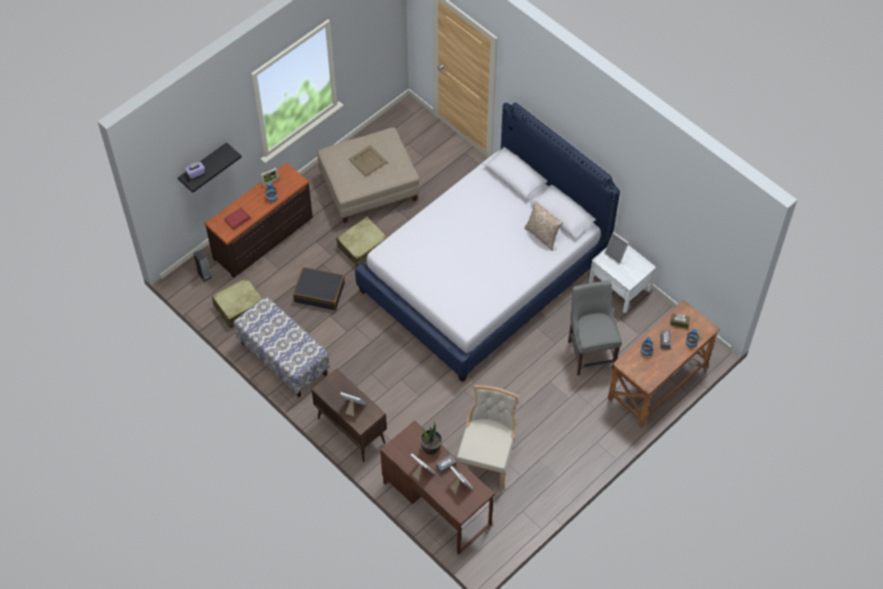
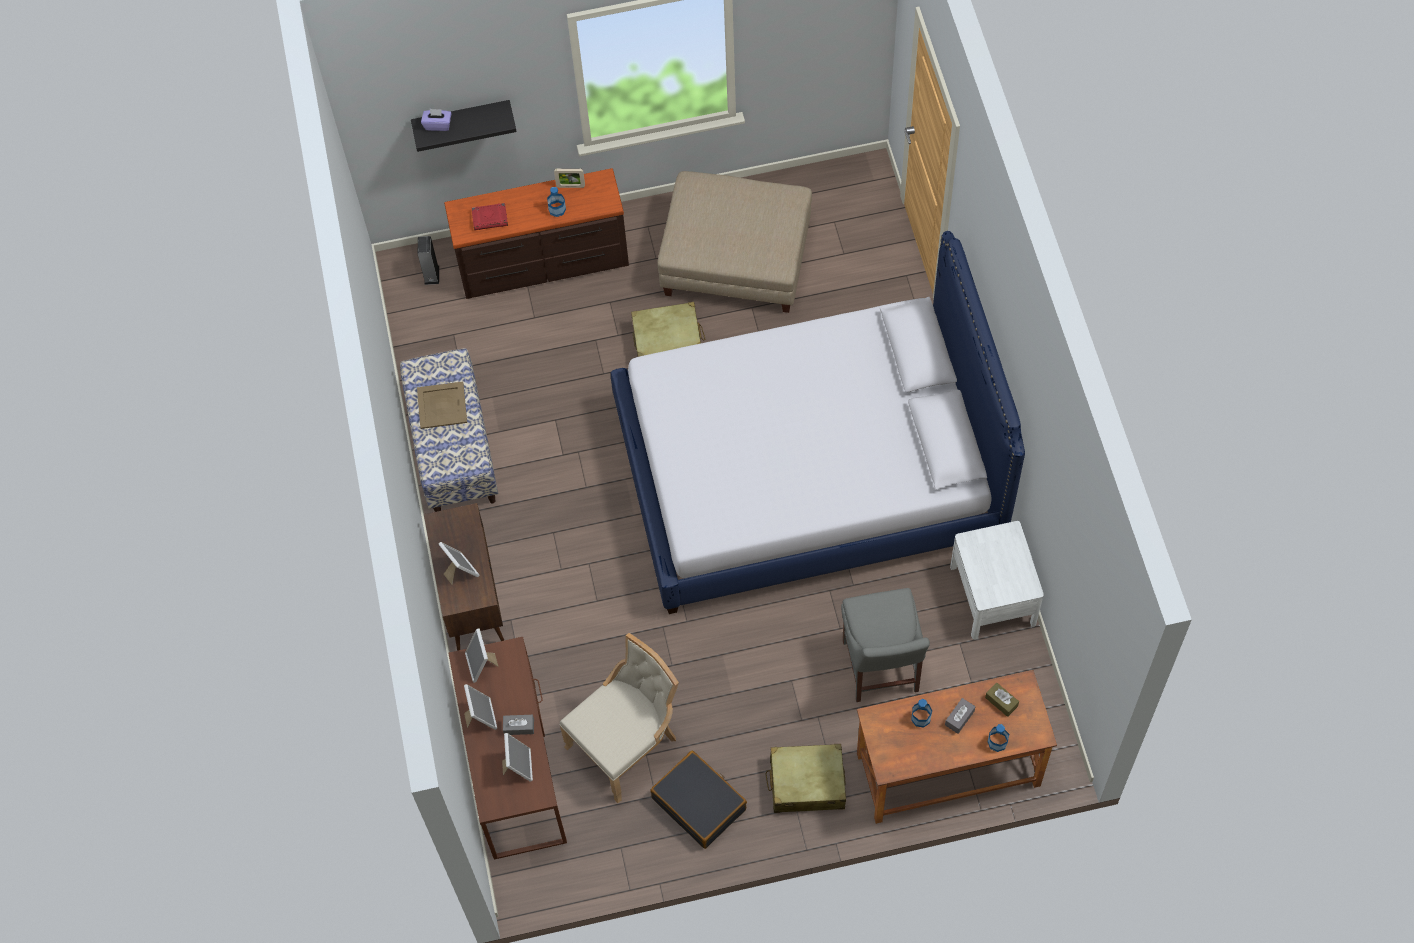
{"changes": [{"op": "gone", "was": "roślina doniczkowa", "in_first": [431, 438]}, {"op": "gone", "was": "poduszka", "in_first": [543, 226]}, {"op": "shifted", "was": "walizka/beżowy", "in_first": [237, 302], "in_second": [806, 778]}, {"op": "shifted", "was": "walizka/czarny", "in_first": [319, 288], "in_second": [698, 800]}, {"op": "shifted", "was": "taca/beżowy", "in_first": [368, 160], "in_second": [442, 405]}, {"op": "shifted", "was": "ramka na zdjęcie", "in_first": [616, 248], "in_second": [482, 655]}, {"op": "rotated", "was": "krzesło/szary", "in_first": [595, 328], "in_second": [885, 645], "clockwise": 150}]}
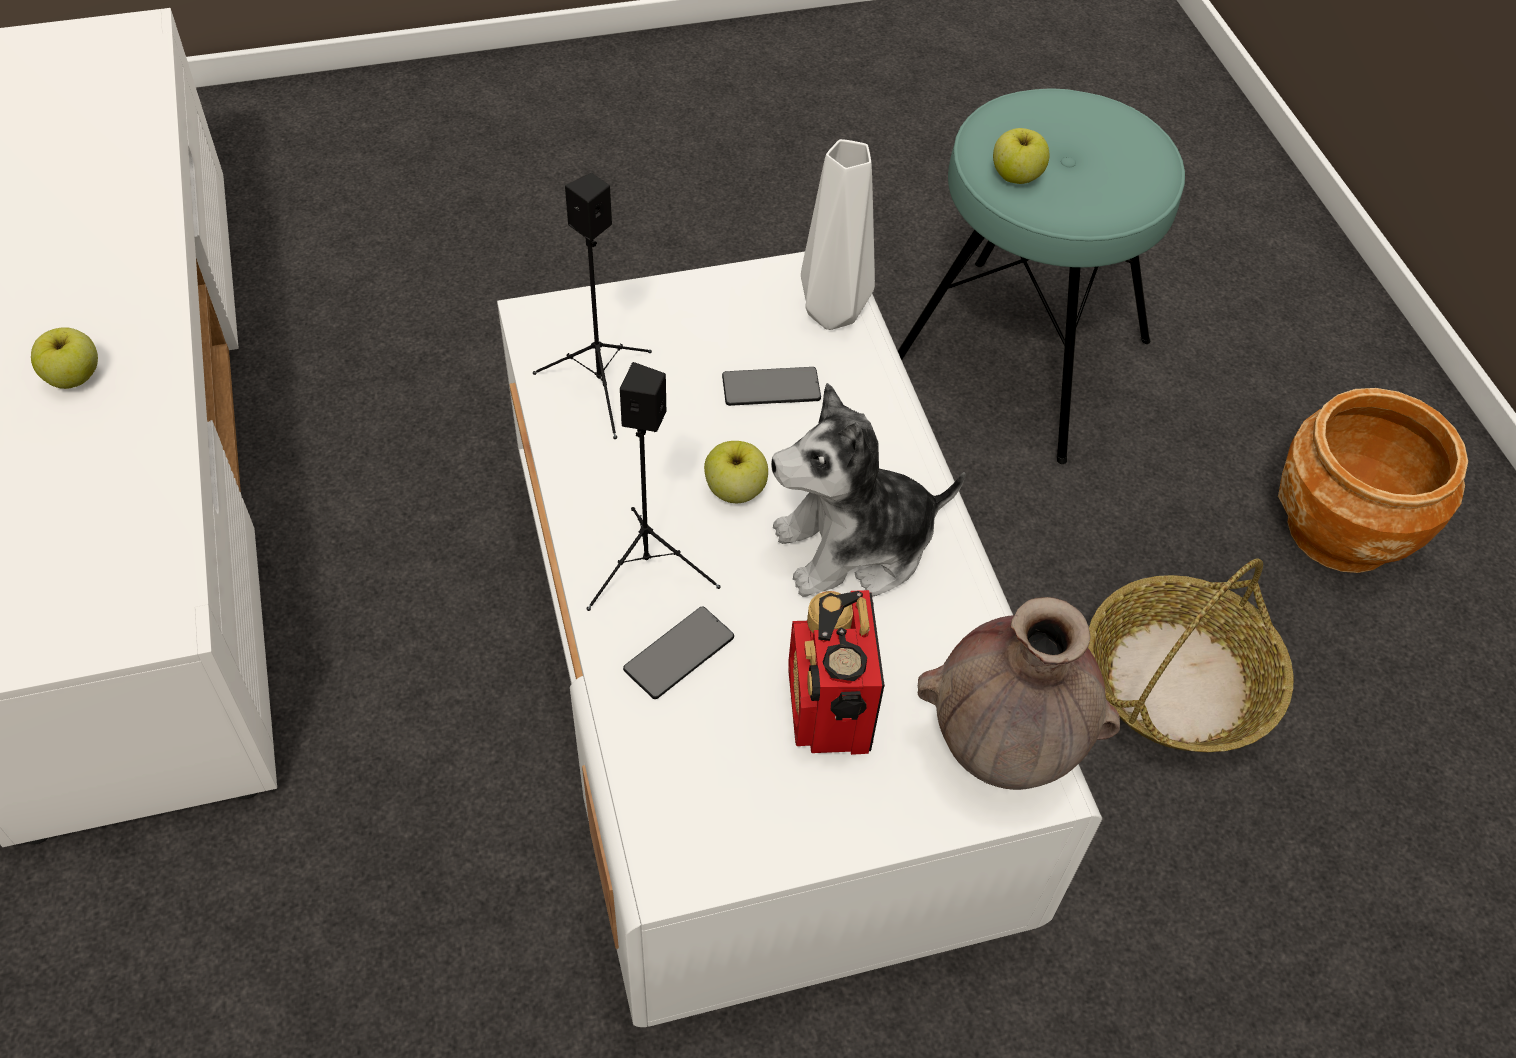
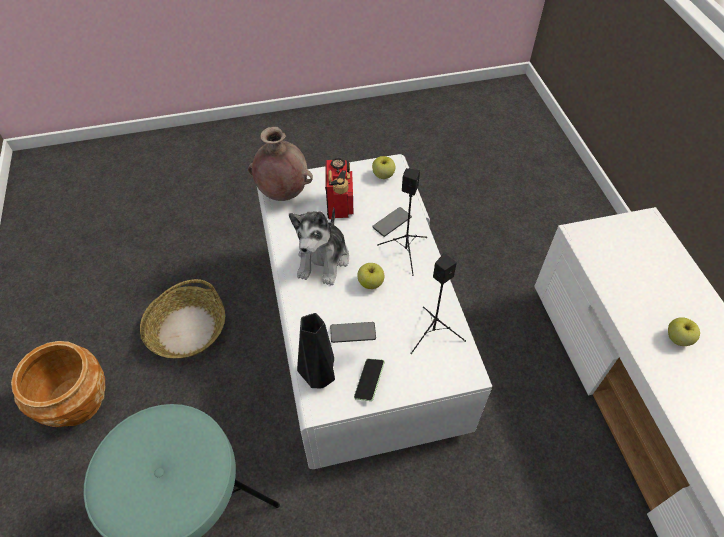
{"changes": [{"op": "new", "now": "telefon", "in_second": [369, 380]}, {"op": "shifted", "was": "jabłko", "in_first": [1021, 156], "in_second": [383, 167]}, {"op": "repainted", "was": "wazon/biały", "now": "wazon/czarny", "in_first": [838, 234], "in_second": [316, 350]}, {"op": "rotated", "was": "pluszak", "in_first": [868, 490], "in_second": [319, 246], "clockwise": 120}]}
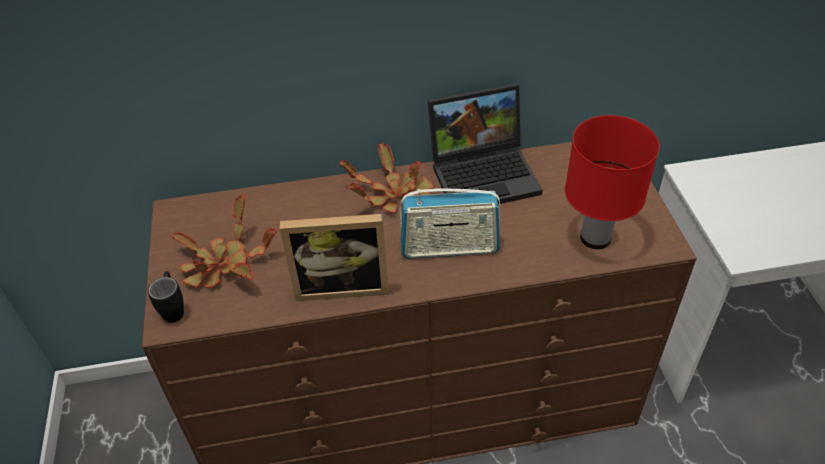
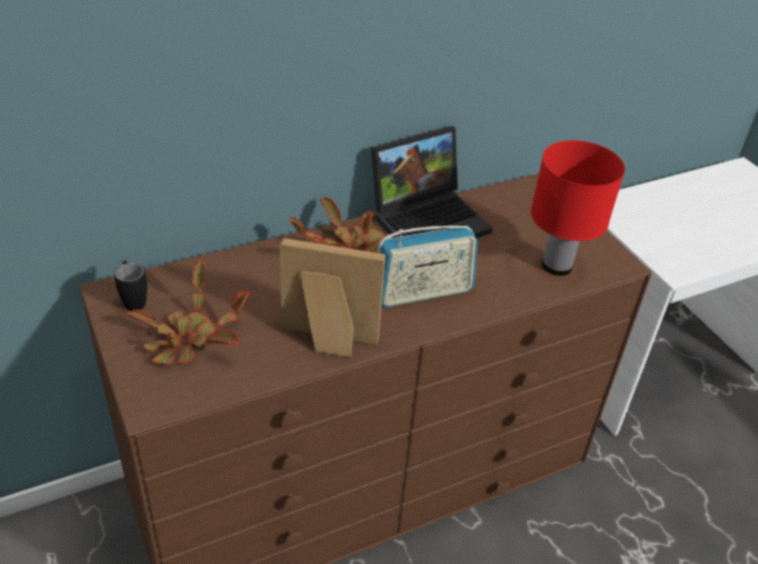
{"changes": [{"op": "shifted", "was": "kubek/czarny", "in_first": [166, 297], "in_second": [130, 285]}, {"op": "rotated", "was": "ramka na zdjęcie", "in_first": [334, 257], "in_second": [333, 297], "clockwise": -150}]}
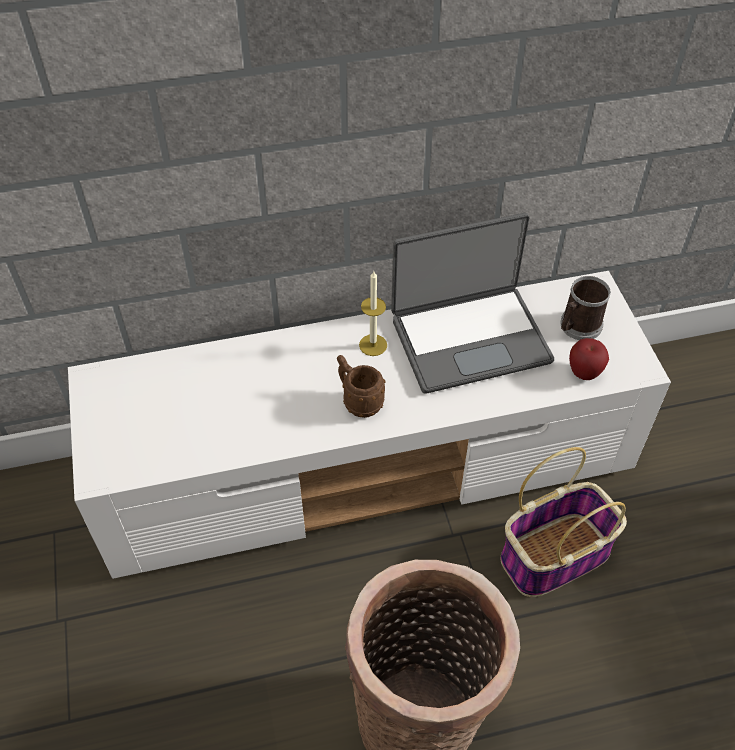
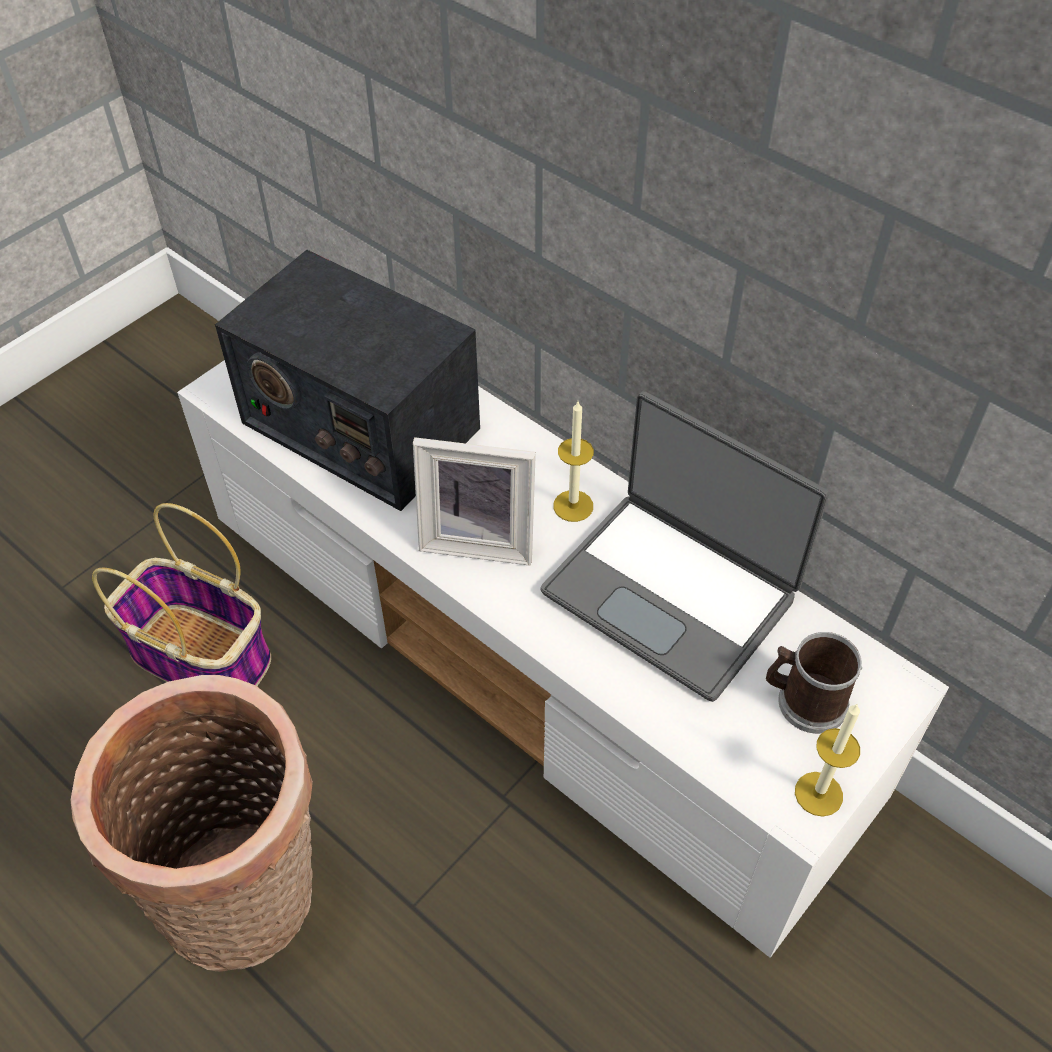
{"changes": [{"op": "gone", "was": "jabłko", "in_first": [589, 359]}, {"op": "new", "now": "radio", "in_second": [347, 380]}, {"op": "new", "now": "świeca", "in_second": [827, 760]}, {"op": "shifted", "was": "koszyk", "in_first": [563, 522], "in_second": [181, 594]}, {"op": "swapped", "was": "kubek/brązowy", "now": "ramka na zdjęcie", "in_first": [361, 386], "in_second": [474, 501]}]}
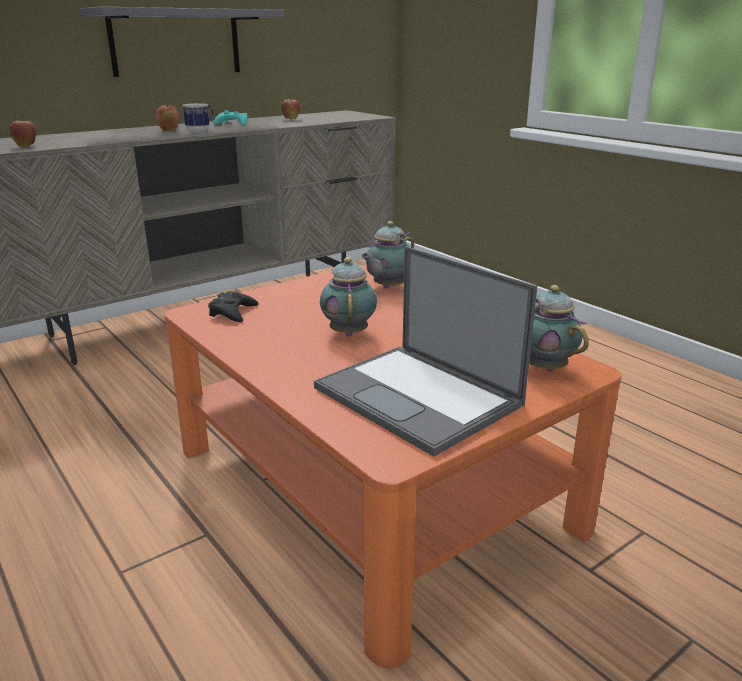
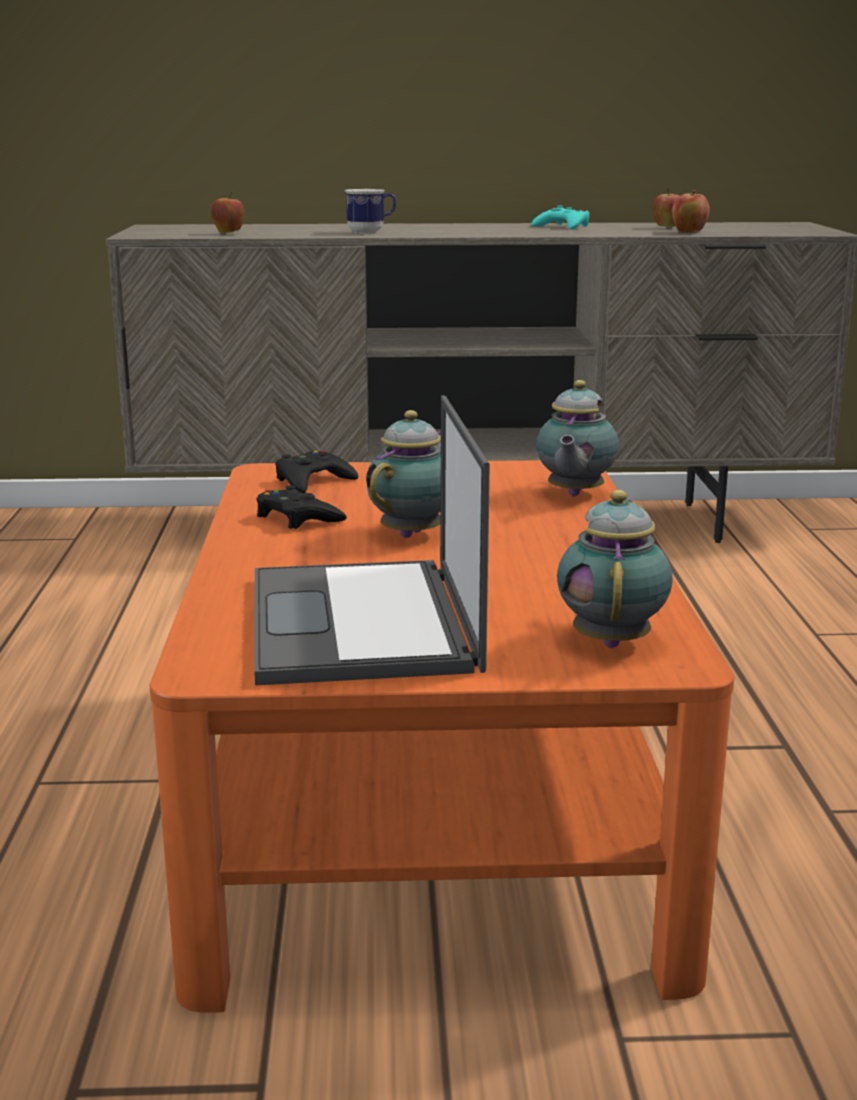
{"changes": [{"op": "gone", "was": "półka/szary", "in_first": [181, 42]}, {"op": "new", "now": "pad do gier/czarny", "in_second": [302, 507]}, {"op": "shifted", "was": "jabłko", "in_first": [168, 117], "in_second": [691, 211]}, {"op": "shifted", "was": "kubek", "in_first": [198, 118], "in_second": [370, 211]}, {"op": "rotated", "was": "imbryk", "in_first": [387, 255], "in_second": [577, 438], "clockwise": -60}]}
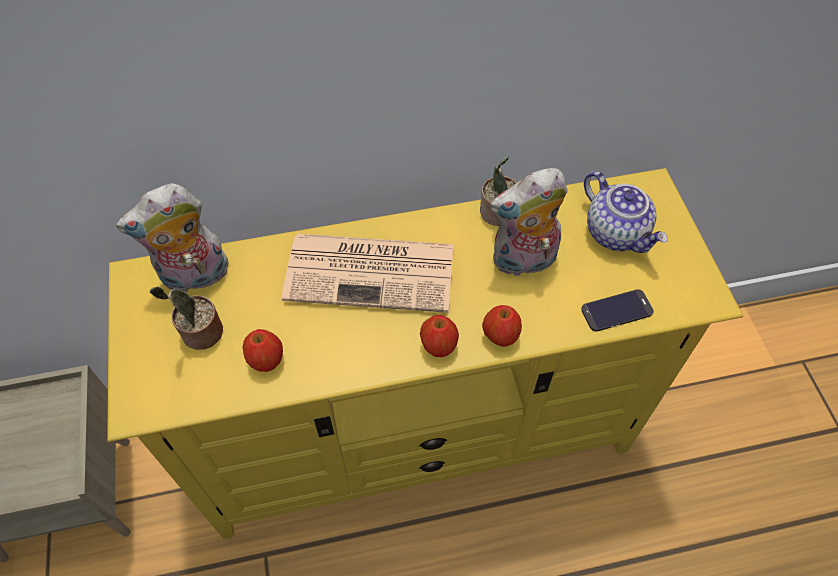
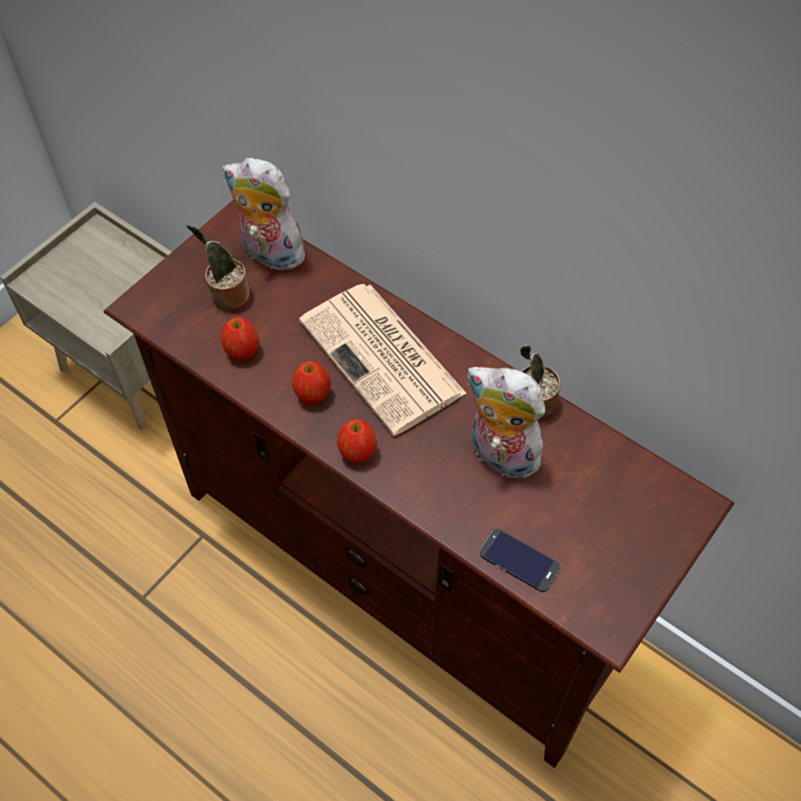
{"changes": [{"op": "gone", "was": "imbryk", "in_first": [626, 212]}, {"op": "shifted", "was": "jabłko", "in_first": [502, 325], "in_second": [311, 382]}, {"op": "repainted", "was": "szafka pod telewizor/żółty", "now": "szafka pod telewizor/brązowy", "in_first": [425, 353], "in_second": [418, 483]}]}
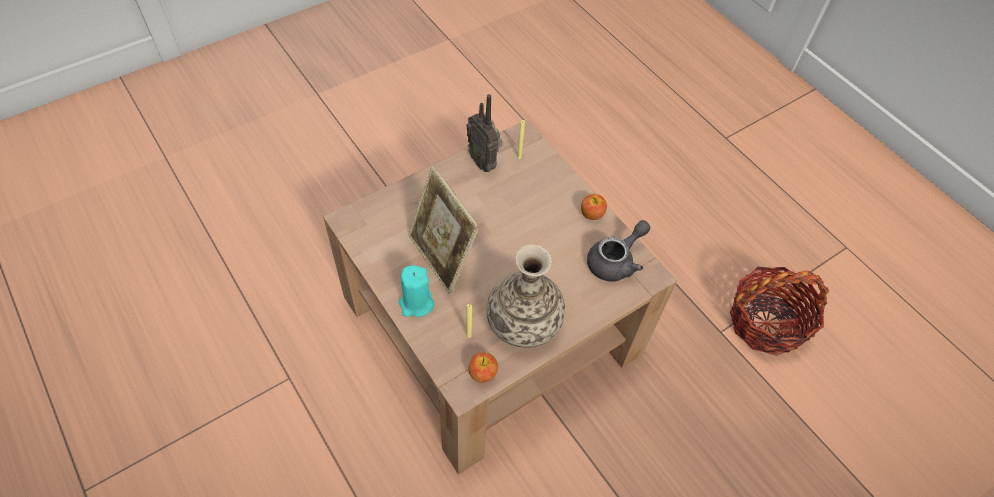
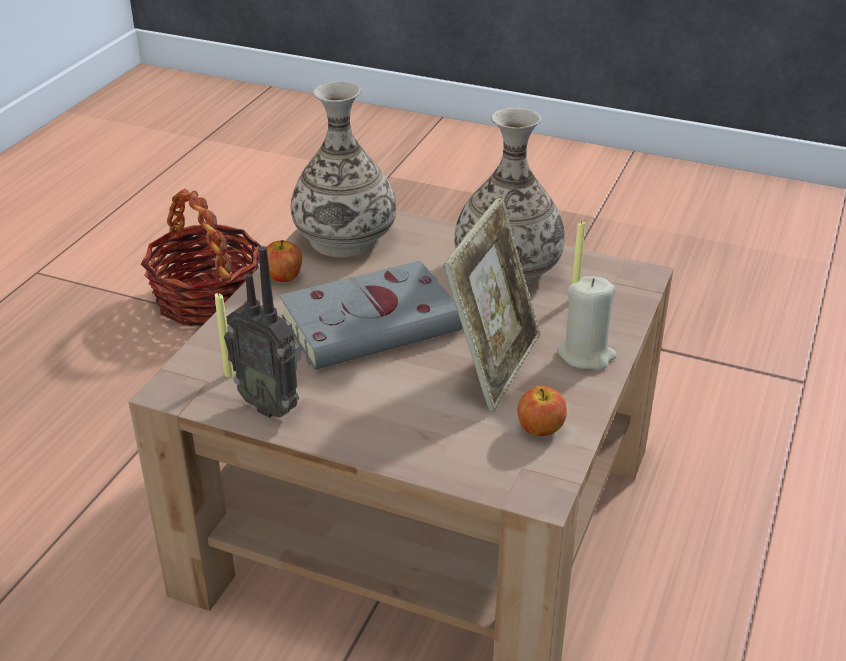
{"changes": [{"op": "new", "now": "książka/szary", "in_second": [371, 315]}, {"op": "shifted", "was": "jabłko", "in_first": [483, 368], "in_second": [542, 411]}, {"op": "swapped", "was": "imbryk/szary", "now": "wazon", "in_first": [618, 250], "in_second": [344, 169]}, {"op": "repainted", "was": "świeca/turkusowy", "now": "świeca/beżowy", "in_first": [416, 291], "in_second": [587, 323]}, {"op": "rotated", "was": "radio", "in_first": [484, 133], "in_second": [262, 332], "clockwise": 105}]}
